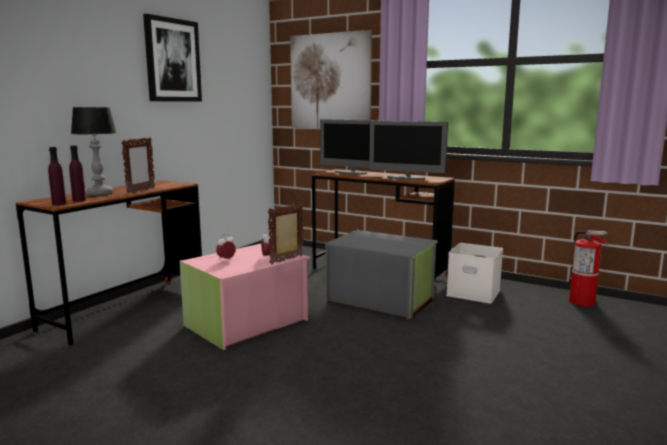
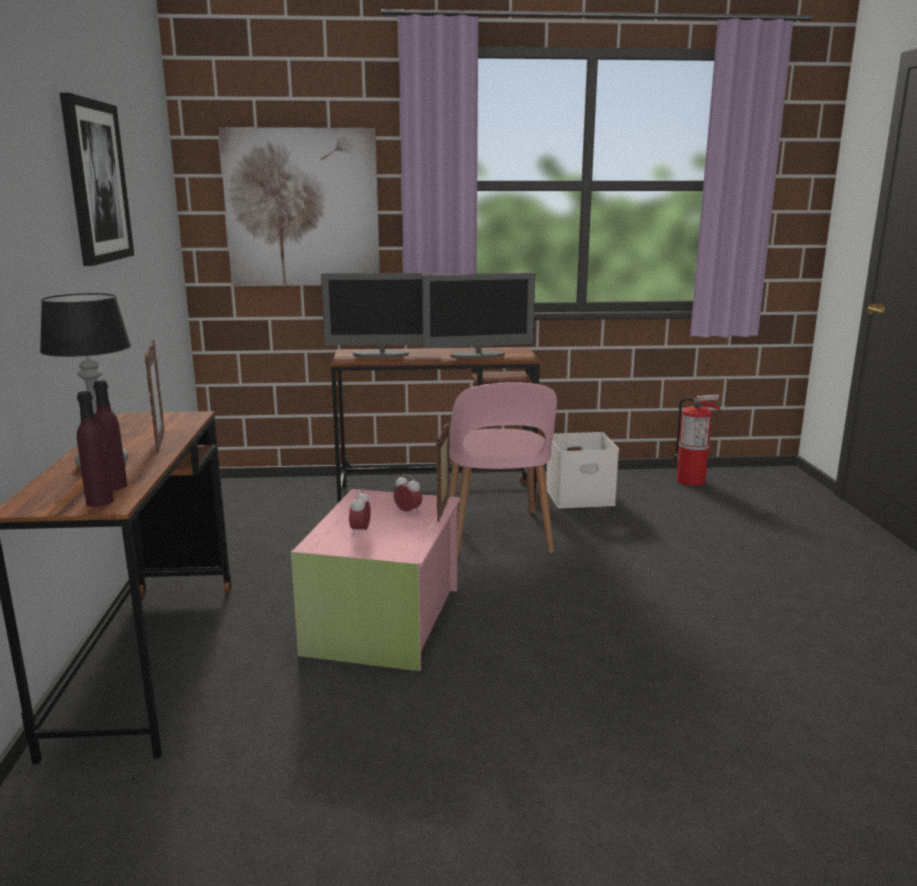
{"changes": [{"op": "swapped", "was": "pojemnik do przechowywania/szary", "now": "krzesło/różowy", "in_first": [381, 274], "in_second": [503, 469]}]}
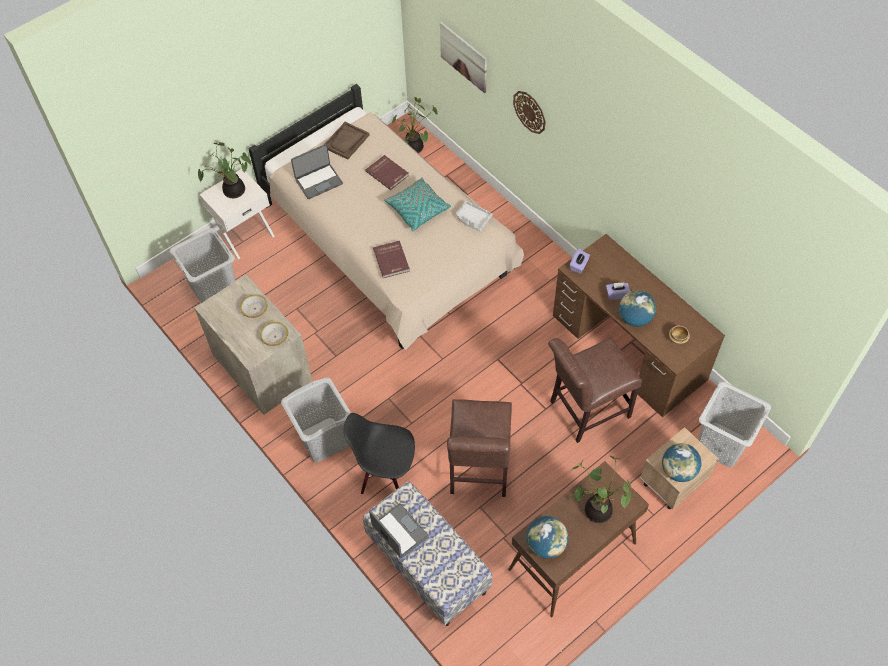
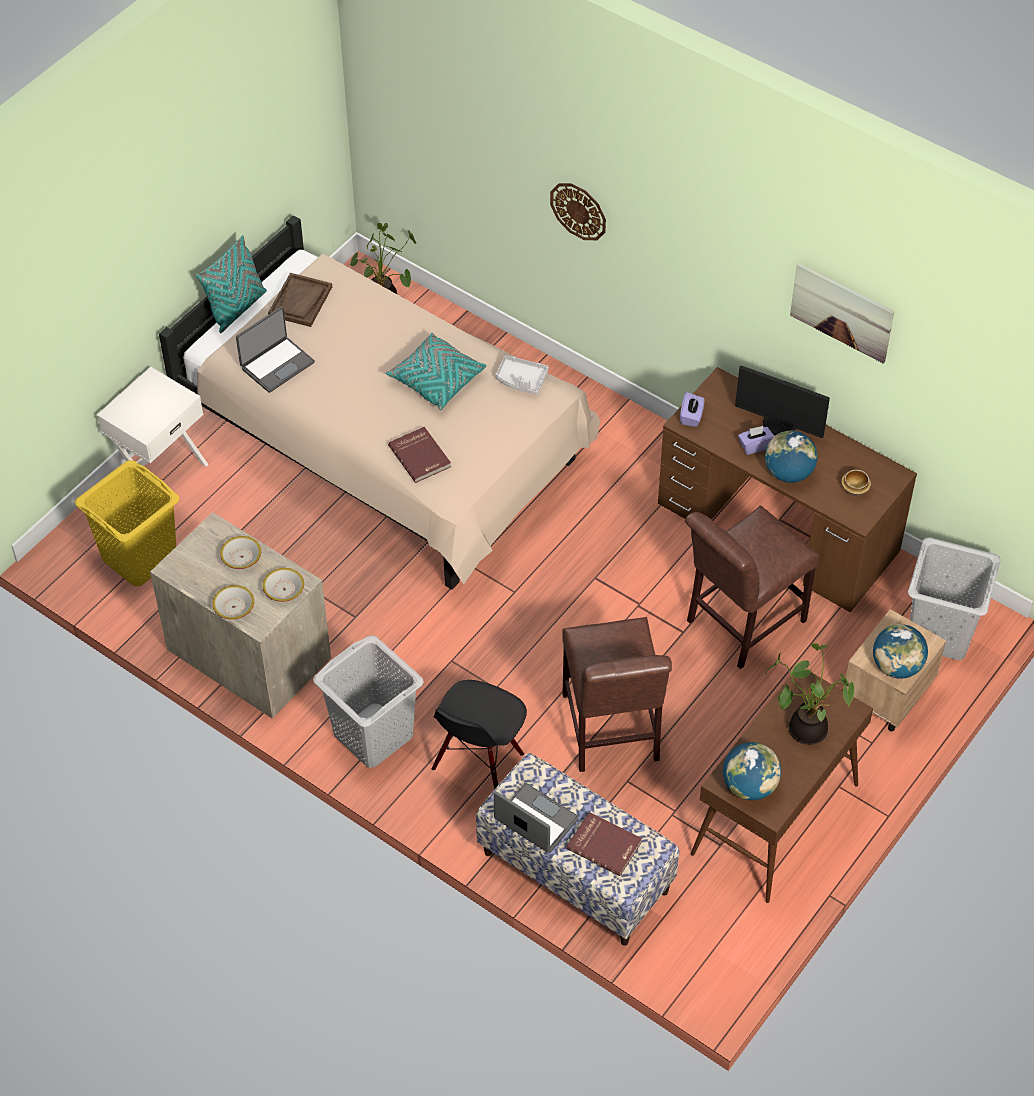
{"changes": [{"op": "gone", "was": "roślina doniczkowa", "in_first": [224, 170]}, {"op": "new", "now": "poduszka/turkusowy", "in_second": [231, 284]}, {"op": "new", "now": "miska", "in_second": [233, 602]}, {"op": "new", "now": "monitor", "in_second": [782, 402]}, {"op": "shifted", "was": "książka/czerwony", "in_first": [387, 172], "in_second": [604, 844]}, {"op": "shifted", "was": "obraz", "in_first": [463, 57], "in_second": [842, 313]}, {"op": "repainted", "was": "kosz na pranie/szary", "now": "kosz na pranie/żółty", "in_first": [202, 265], "in_second": [127, 523]}, {"op": "rotated", "was": "krzesło/czarny", "in_first": [379, 453], "in_second": [479, 734], "clockwise": -60}]}
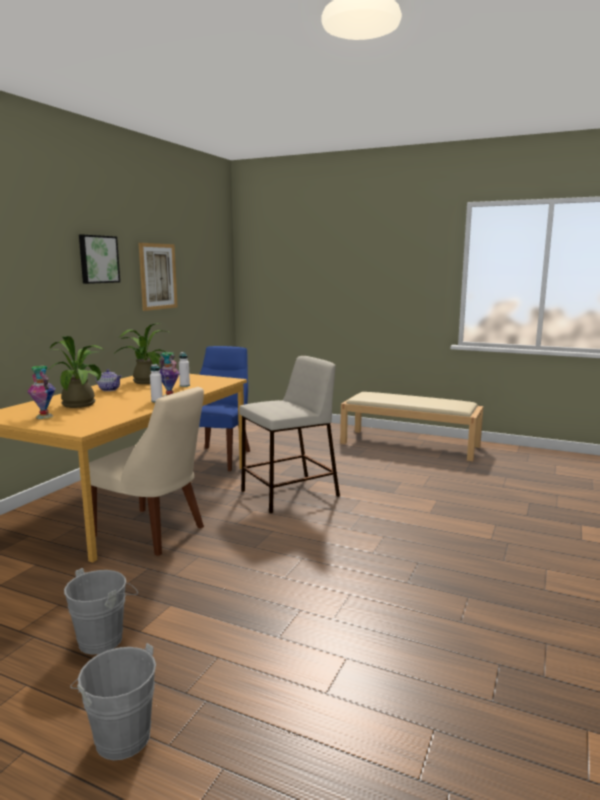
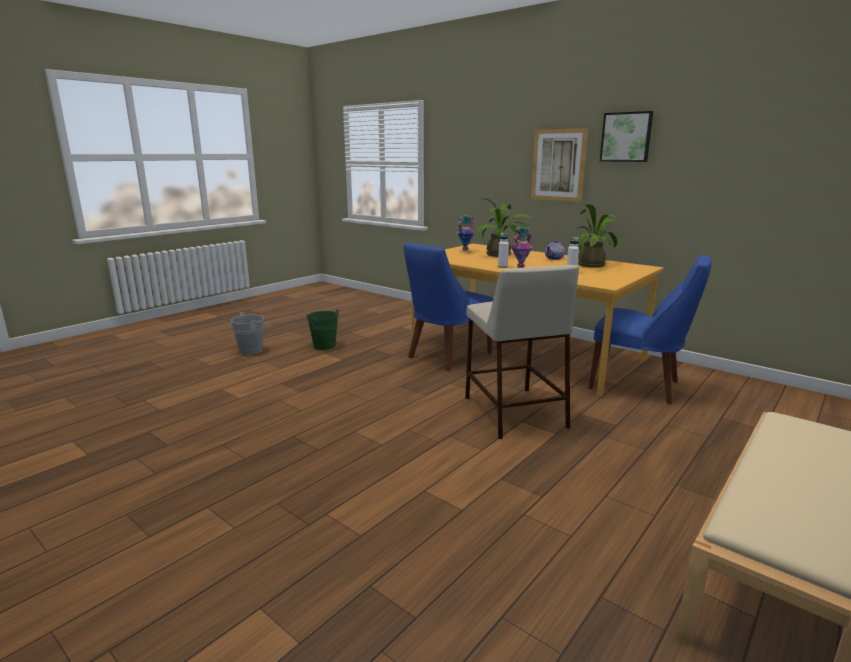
{"changes": [{"op": "shifted", "was": "obraz", "in_first": [158, 277], "in_second": [559, 165]}, {"op": "repainted", "was": "wiadro/szary", "now": "wiadro/zielony", "in_first": [101, 611], "in_second": [324, 329]}, {"op": "repainted", "was": "krzesło/beżowy", "now": "krzesło/niebieski", "in_first": [146, 471], "in_second": [449, 307]}]}
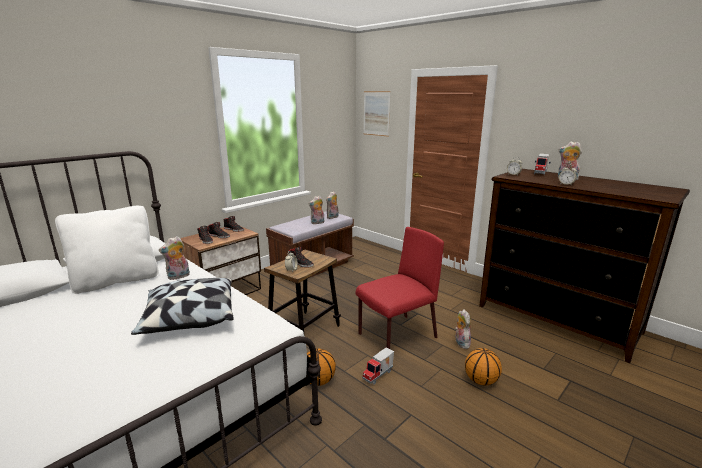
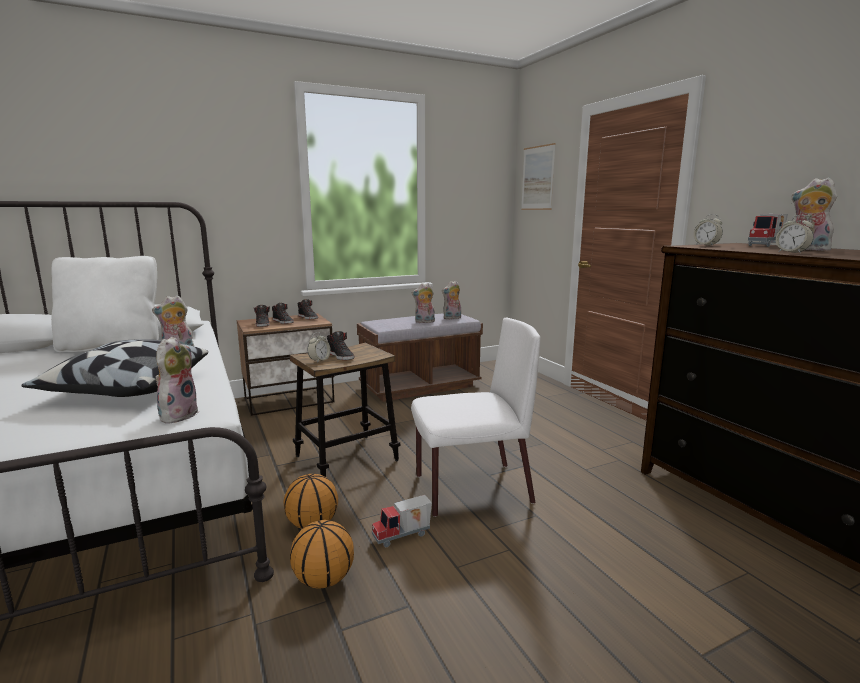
{"changes": [{"op": "shifted", "was": "pluszak", "in_first": [463, 329], "in_second": [177, 380]}, {"op": "shifted", "was": "piłka do koszykówki", "in_first": [483, 367], "in_second": [322, 554]}, {"op": "repainted", "was": "krzesło/czerwony", "now": "krzesło/biały", "in_first": [400, 288], "in_second": [475, 417]}]}
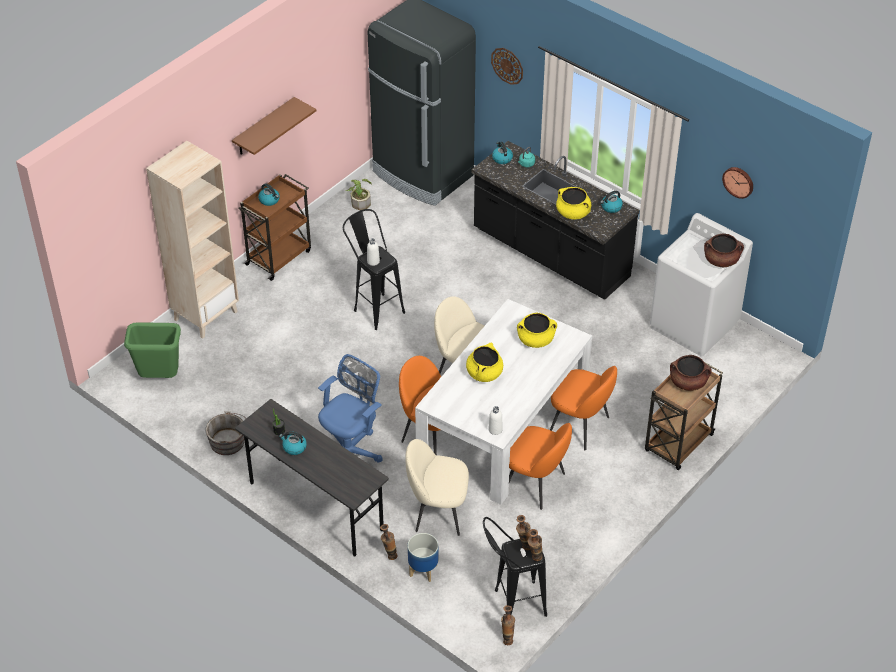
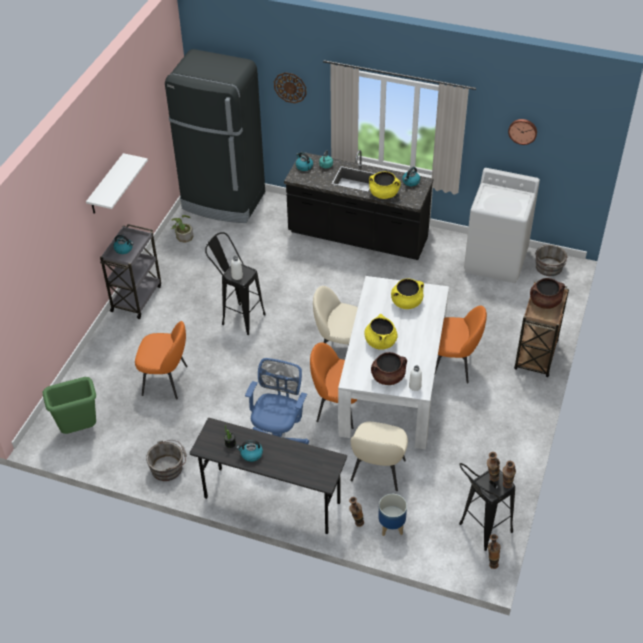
{"changes": [{"op": "gone", "was": "regał/beżowy", "in_first": [192, 240]}, {"op": "new", "now": "wiadro/szary", "in_second": [551, 260]}, {"op": "shifted", "was": "krzesło/pomarańczowy", "in_first": [540, 466], "in_second": [161, 360]}, {"op": "shifted", "was": "garnek/brązowy", "in_first": [724, 250], "in_second": [389, 368]}, {"op": "repainted", "was": "półka/brązowy", "now": "półka/biały", "in_first": [274, 126], "in_second": [117, 183]}, {"op": "repainted", "was": "wózek/brązowy", "now": "wózek/szary", "in_first": [274, 227], "in_second": [130, 271]}, {"op": "rotated", "was": "krzesło/beżowy", "in_first": [437, 487], "in_second": [379, 456], "clockwise": -60}]}
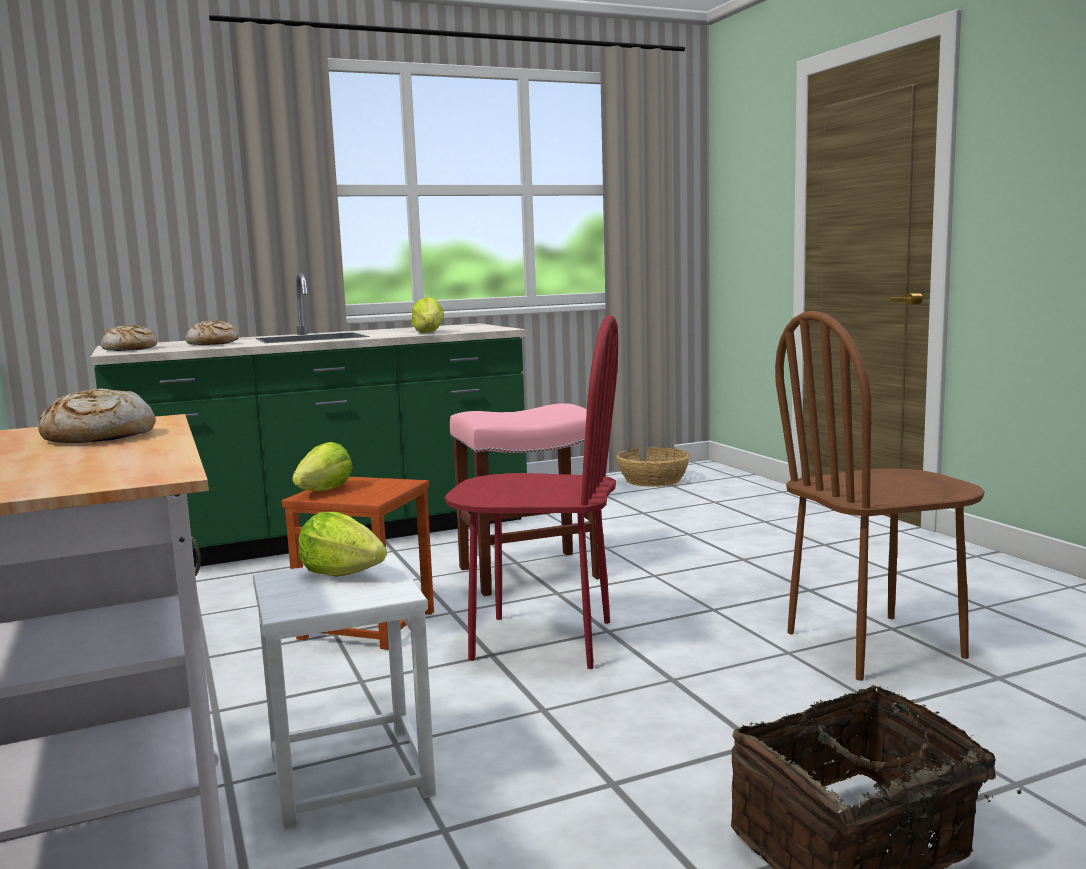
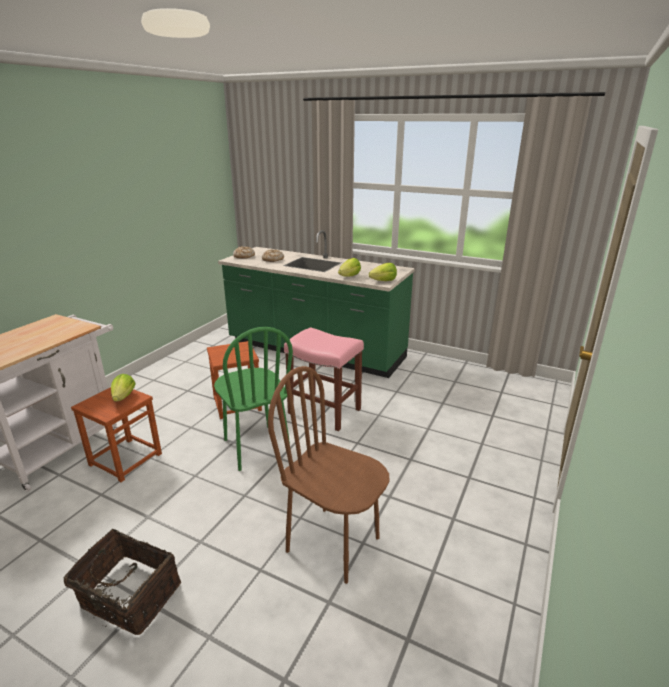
{"changes": [{"op": "gone", "was": "chleb", "in_first": [97, 415]}, {"op": "gone", "was": "koszyk", "in_first": [653, 467]}, {"op": "shifted", "was": "sałata", "in_first": [322, 466], "in_second": [383, 272]}, {"op": "repainted", "was": "stołek/biały", "now": "stołek/brązowy", "in_first": [344, 692], "in_second": [116, 434]}, {"op": "repainted", "was": "krzesło/czerwony", "now": "krzesło/zielony", "in_first": [531, 492], "in_second": [253, 399]}]}
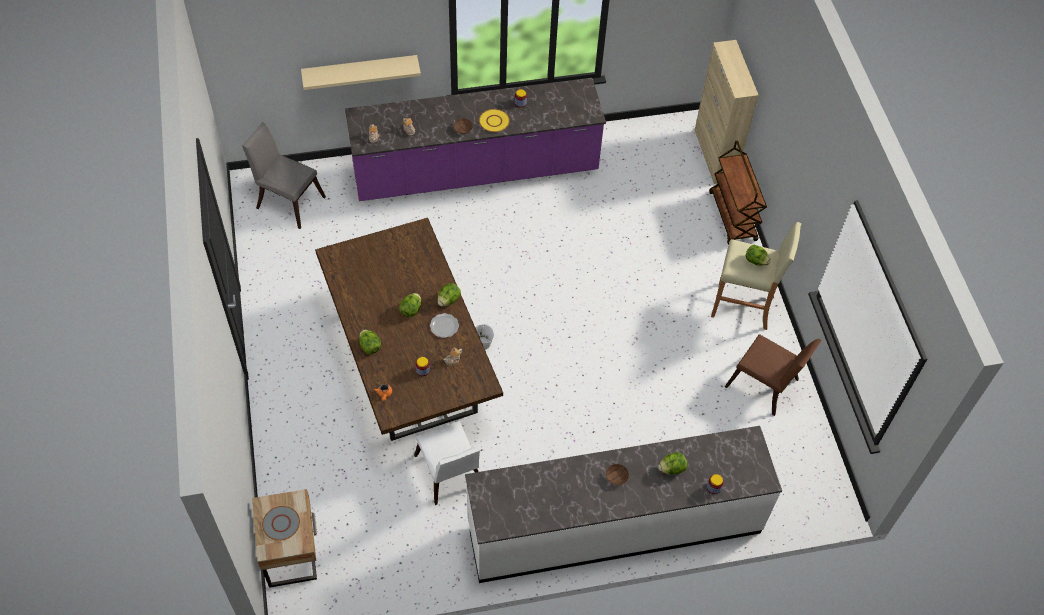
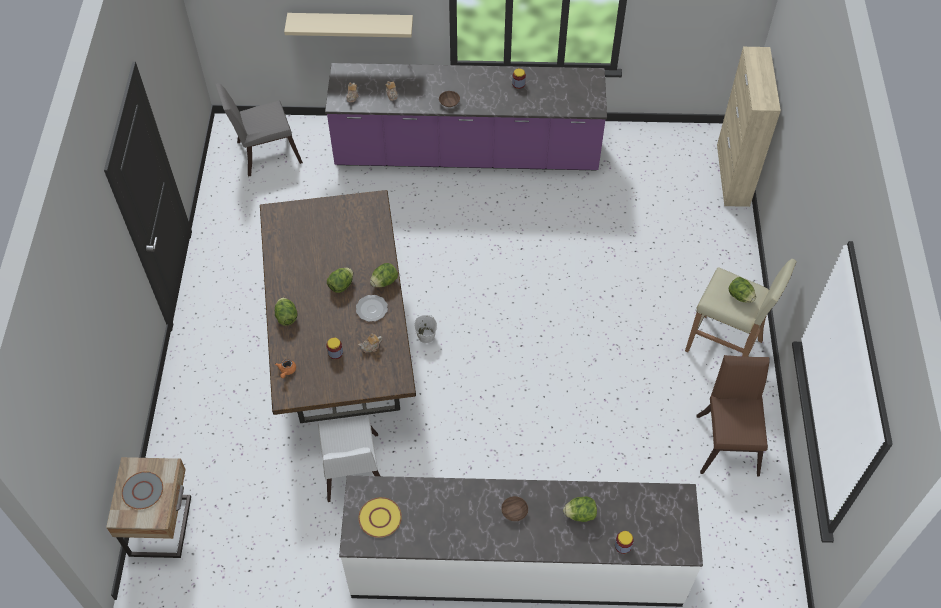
{"changes": [{"op": "gone", "was": "wózek/brązowy", "in_first": [738, 193]}, {"op": "shifted", "was": "talerz/żółty", "in_first": [494, 120], "in_second": [380, 517]}, {"op": "rotated", "was": "krzesło/szary", "in_first": [284, 175], "in_second": [259, 130], "clockwise": -60}, {"op": "rotated", "was": "krzesło/brązowy", "in_first": [773, 375], "in_second": [733, 416], "clockwise": -135}]}
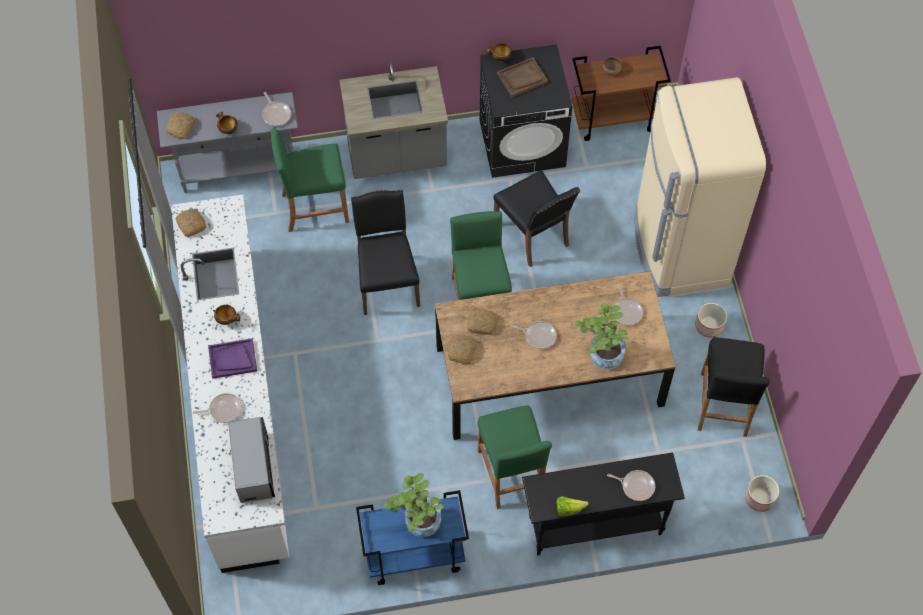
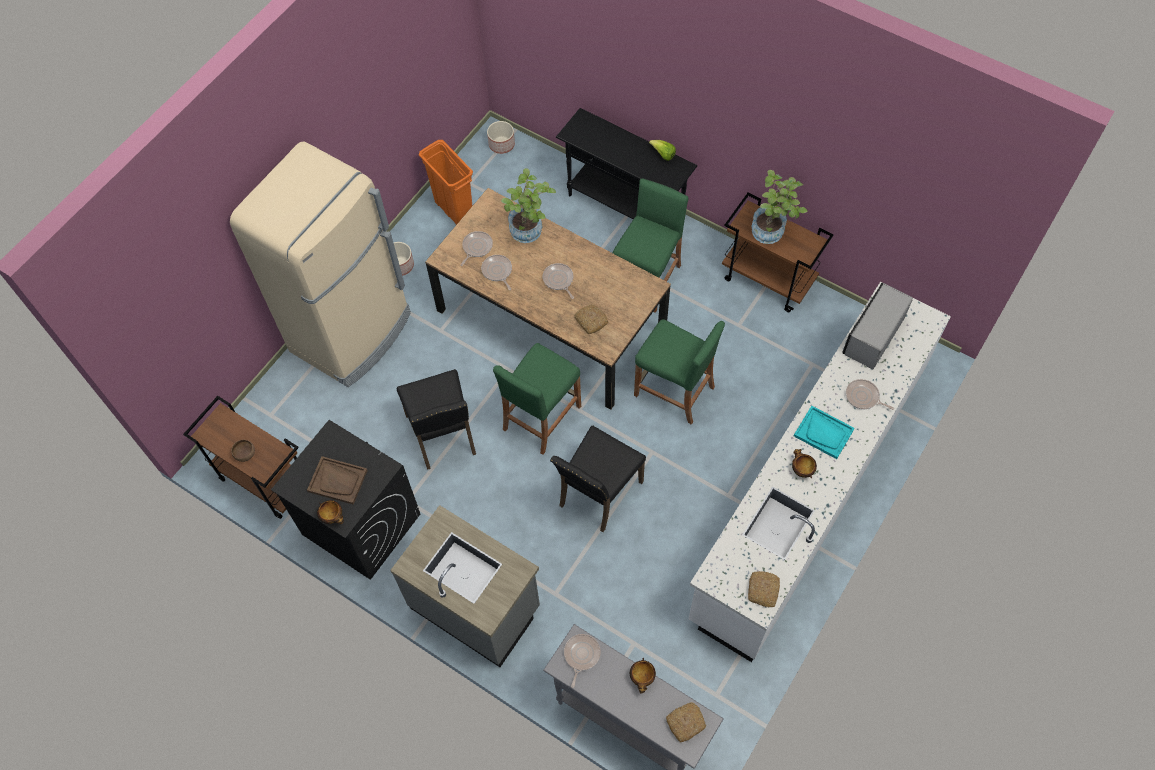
{"changes": [{"op": "gone", "was": "chleb", "in_first": [462, 349]}, {"op": "shifted", "was": "stołek/zielony", "in_first": [310, 180], "in_second": [679, 372]}, {"op": "shifted", "was": "patelnia", "in_first": [631, 485], "in_second": [496, 272]}, {"op": "swapped", "was": "stołek/czarny", "now": "kosz na śmieci/pomarańczowy", "in_first": [734, 387], "in_second": [446, 182]}, {"op": "repainted", "was": "taca/fioletowy", "now": "taca/turkusowy", "in_first": [232, 358], "in_second": [824, 432]}, {"op": "repainted", "was": "wózek/niebieski", "now": "wózek/brązowy", "in_first": [412, 537], "in_second": [778, 252]}, {"op": "rotated", "was": "krzesło/czarny", "in_first": [537, 218], "in_second": [436, 419], "clockwise": 150}]}
